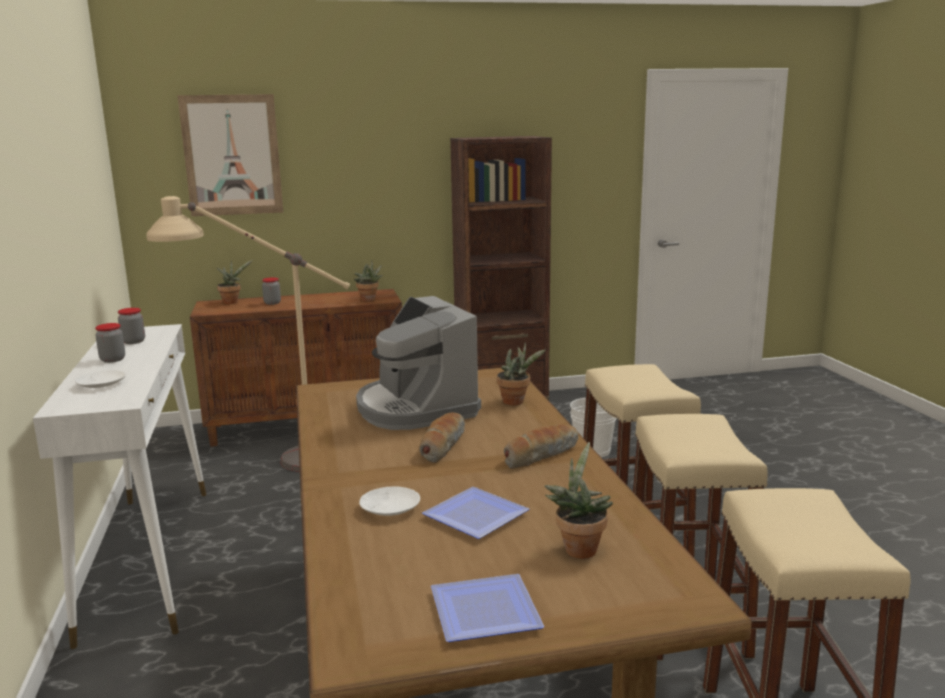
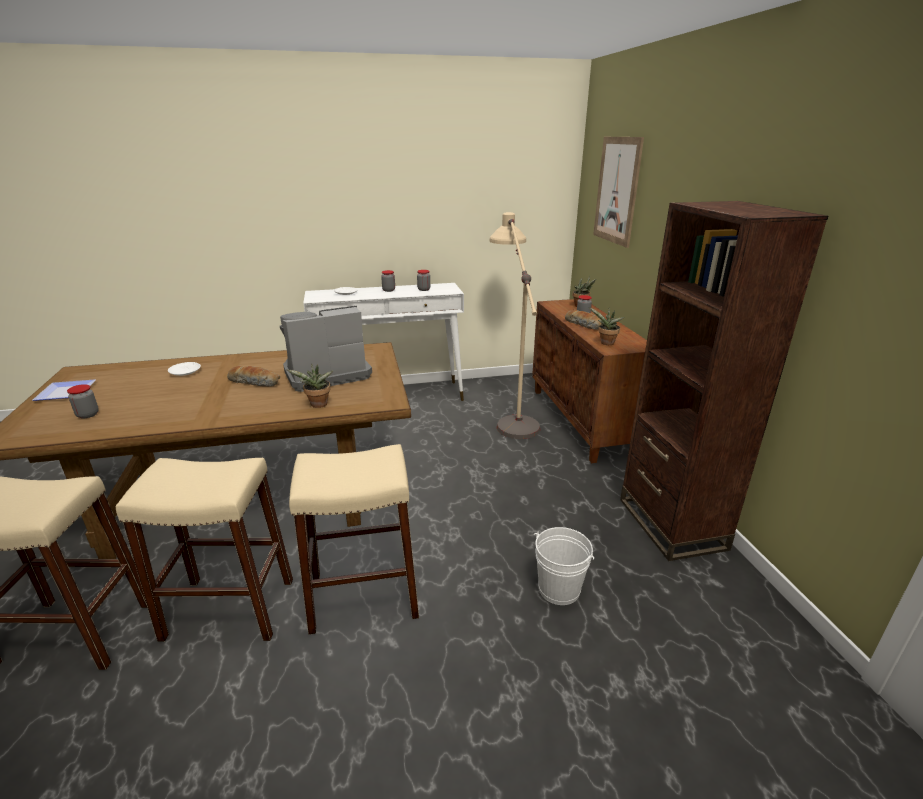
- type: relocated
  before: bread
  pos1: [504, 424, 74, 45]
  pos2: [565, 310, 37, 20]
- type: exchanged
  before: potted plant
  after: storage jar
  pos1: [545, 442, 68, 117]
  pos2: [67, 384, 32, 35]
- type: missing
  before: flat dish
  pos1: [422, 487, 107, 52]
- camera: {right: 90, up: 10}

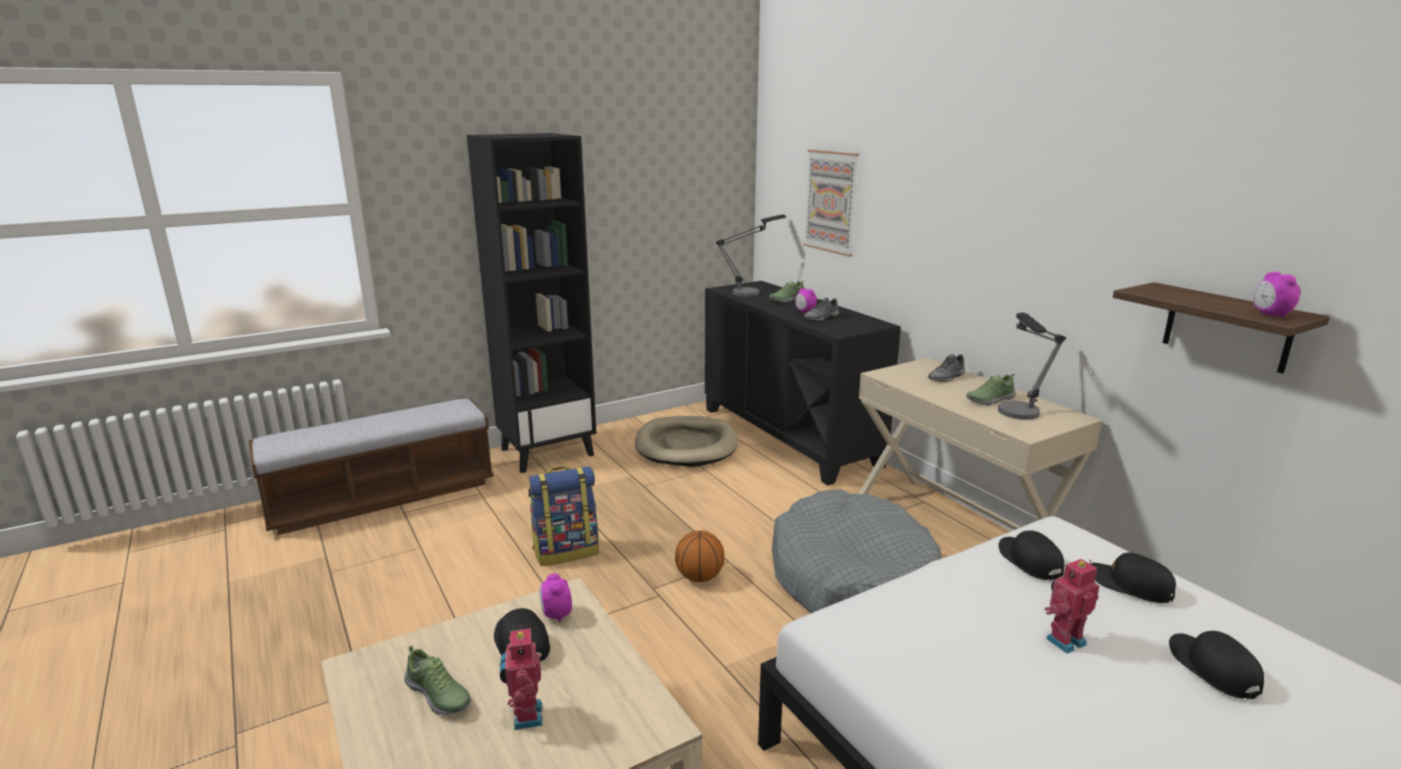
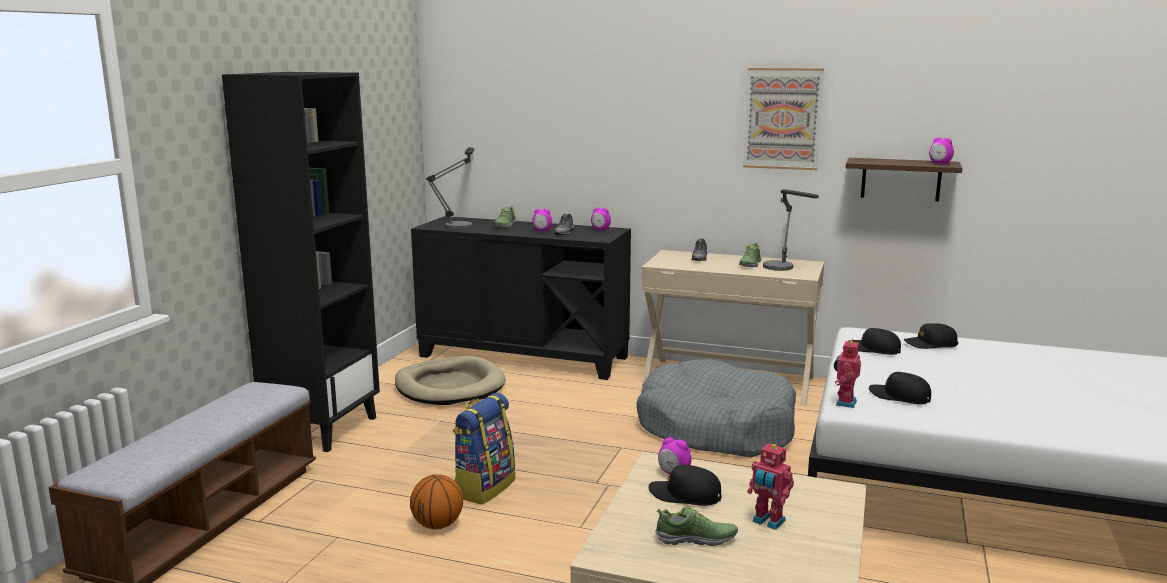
- type: relocated
  before: picture
  pos1: [803, 150, 56, 107]
  pos2: [743, 68, 81, 102]
- type: relocated
  before: ball for basketball
  pos1: [675, 531, 50, 51]
  pos2: [410, 474, 53, 55]
- type: relocated
  before: robot figure
  pos1: [1045, 559, 54, 95]
  pos2: [834, 339, 27, 69]
- type: relocated
  before: cap (blackish)
  pos1: [1169, 631, 95, 69]
  pos2: [869, 372, 62, 32]
- type: appeared
  after: bedside clock
  pos2: [591, 207, 20, 23]
- camera: {right: -40, up: -5}

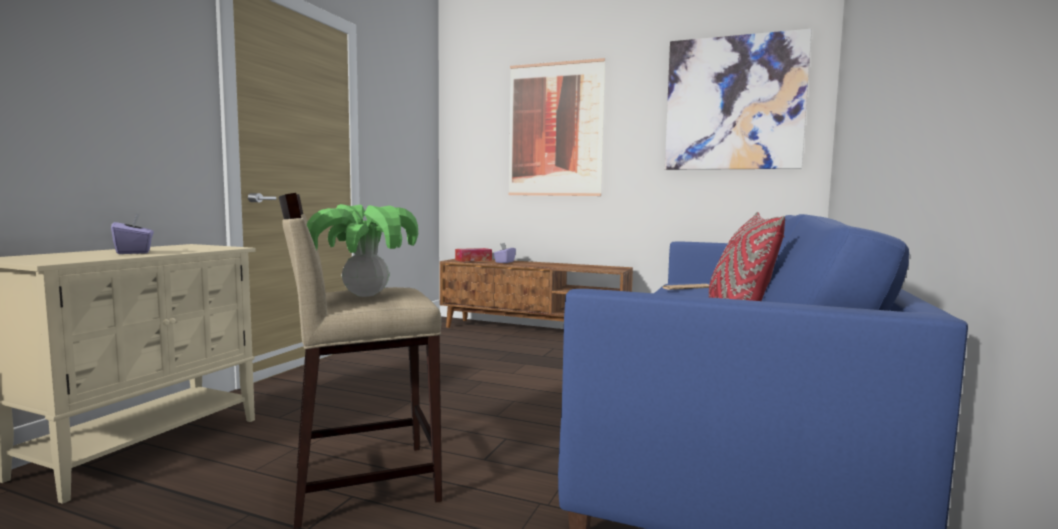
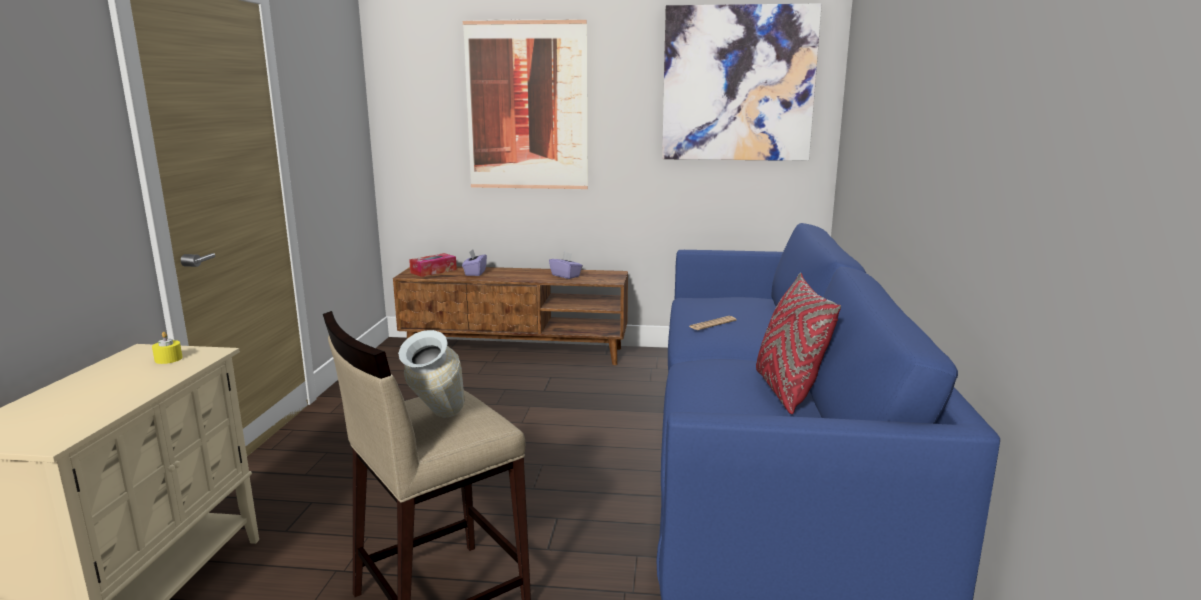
- type: exchanged
  before: potted plant
  after: vase
  pos1: [307, 204, 111, 93]
  pos2: [398, 330, 67, 87]
- type: relocated
  before: tissue holder (purple-coloured)
  pos1: [111, 214, 43, 40]
  pos2: [549, 252, 34, 27]
- type: appeared
  after: candle (yellow-coloured)
  pos2: [152, 332, 31, 32]
- camera: {right: -15, up: 10}

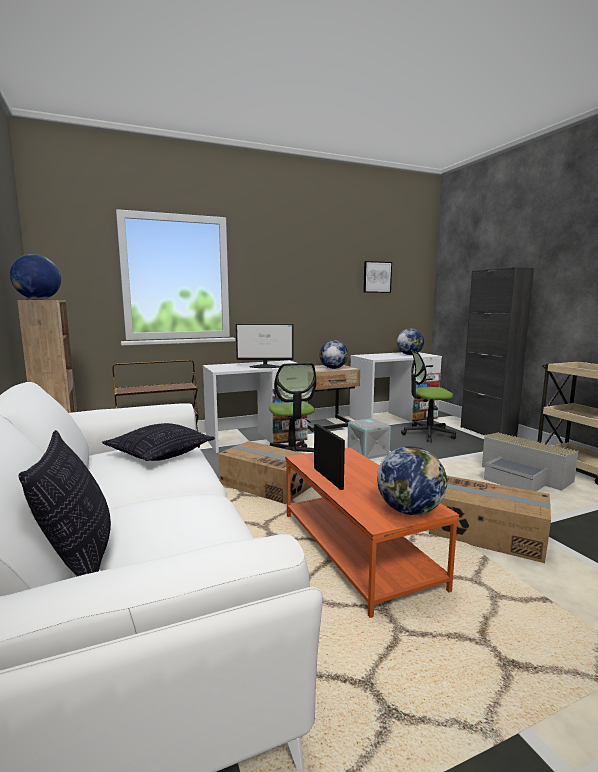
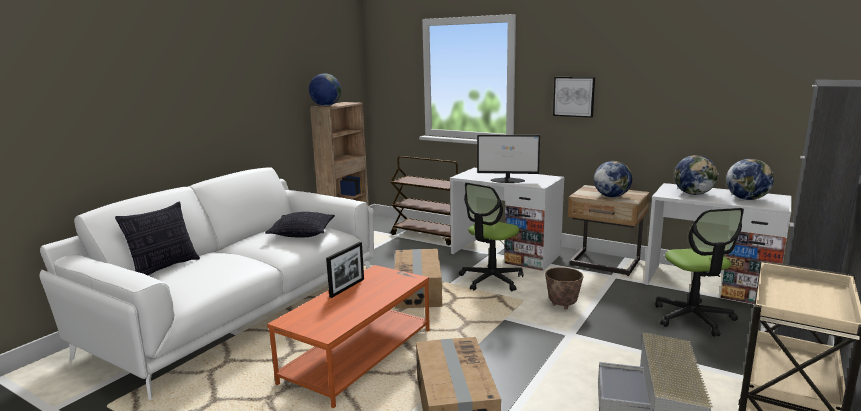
- type: relocated
  before: picture
  pos1: [363, 261, 29, 32]
  pos2: [553, 77, 42, 41]
- type: spun
  before: monitor
  pos1: [236, 324, 58, 44]
  pos2: [477, 135, 63, 48]
  turn: -45
- type: spun
  before: computer chair
  pos1: [401, 350, 55, 92]
  pos2: [655, 208, 89, 129]
  turn: -150
- type: exchanged
  before: storage box (grey)
  after: plant pot
  pos1: [347, 418, 44, 41]
  pos2: [545, 267, 38, 43]
- type: relocated
  before: desk globe
  pos1: [377, 446, 70, 69]
  pos2: [674, 155, 44, 40]
- camera: {right: 55, up: 5}

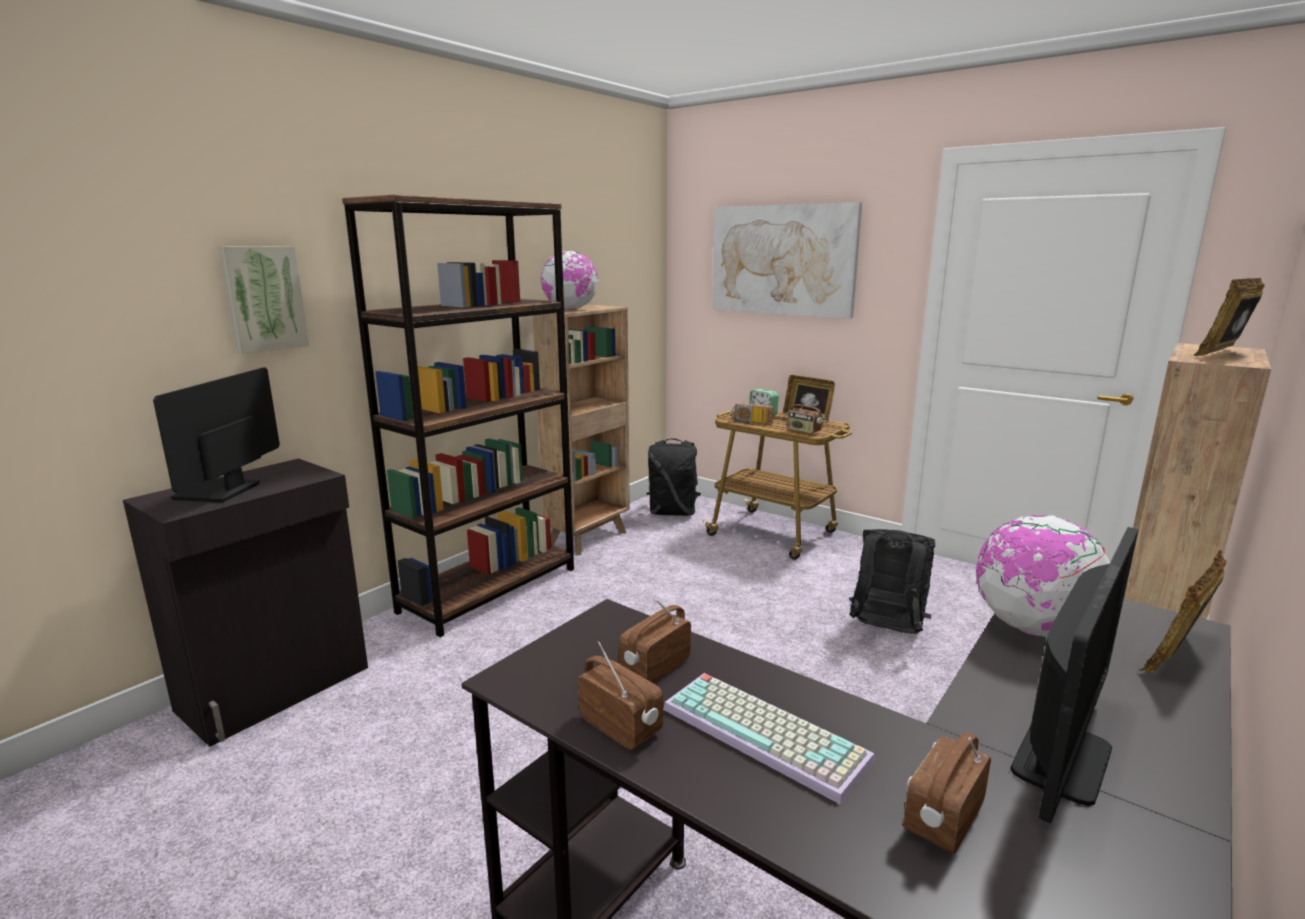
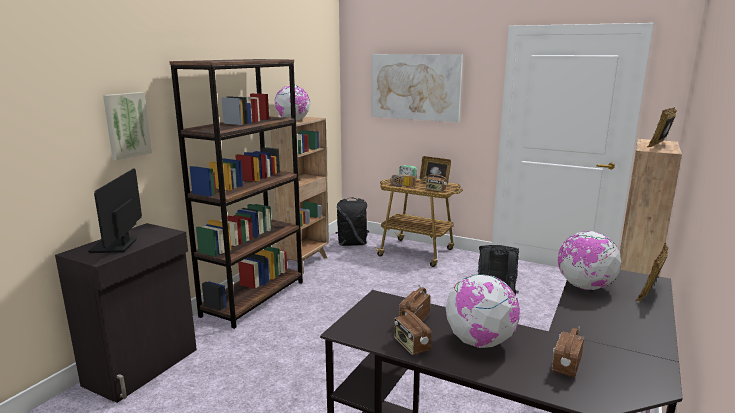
- type: missing
  before: monitor
  pos1: [1010, 527, 129, 297]
- type: spun
  before: radio
  pos1: [578, 641, 85, 109]
  pos2: [394, 305, 37, 50]
  turn: -150
- type: exchanged
  before: computer keyboard
  after: desk globe
  pos1: [663, 673, 212, 132]
  pos2: [445, 274, 75, 74]
- camera: {right: -10, up: 0}

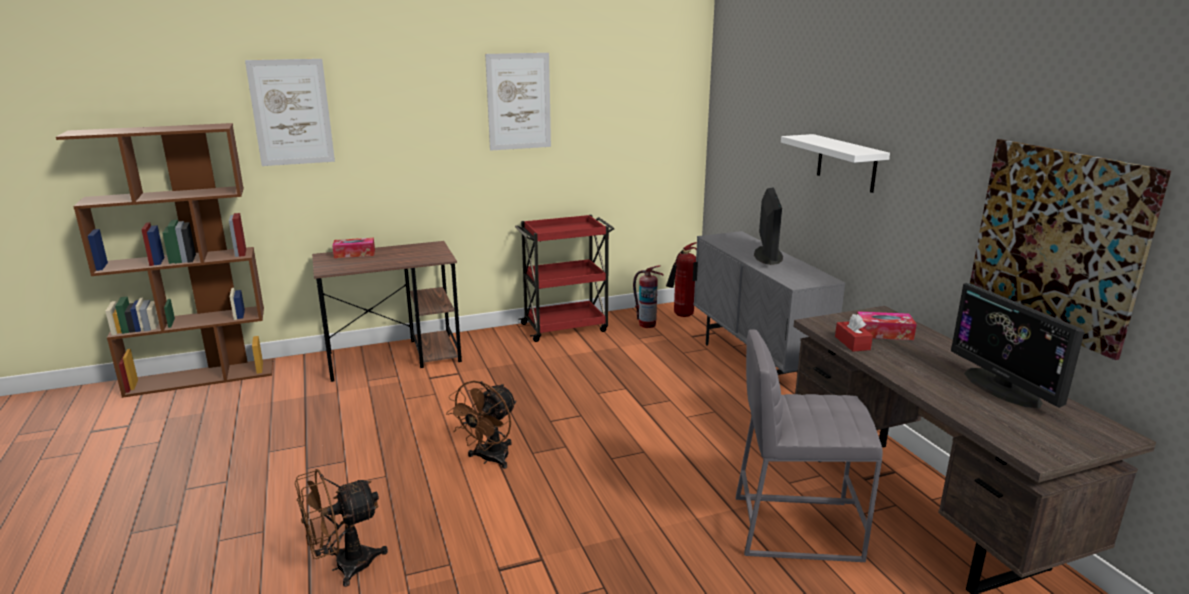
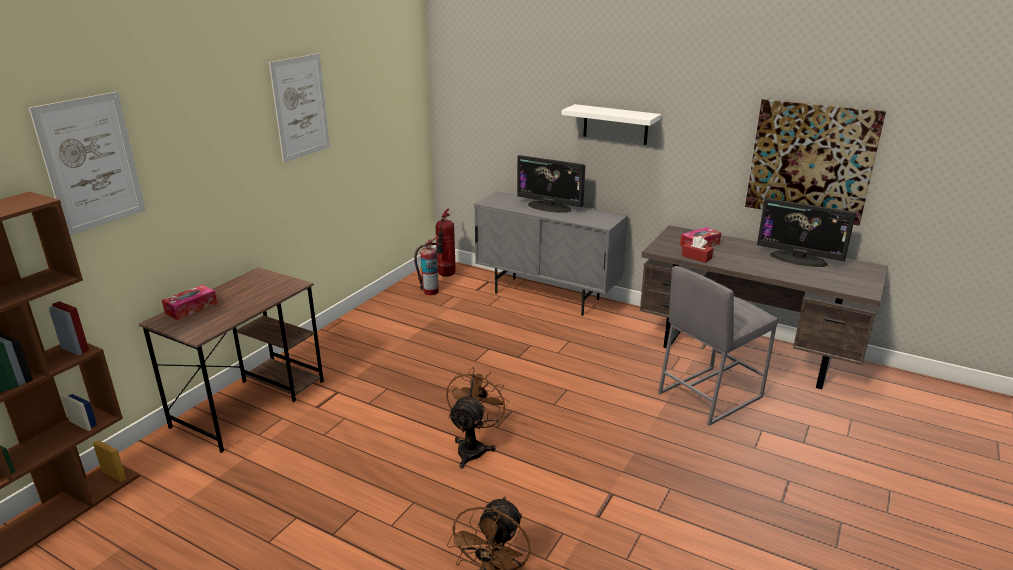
- type: spun
  before: monitor
  pos1: [754, 187, 29, 78]
  pos2: [517, 155, 68, 58]
  turn: 150
- type: missing
  before: wheeled cart (reddish)
  pos1: [515, 215, 99, 127]
- type: spun
  before: cooling fan (brownish)
  pos1: [446, 380, 71, 89]
  pos2: [446, 367, 63, 102]
  turn: -150
- camera: {right: -40, up: 5}

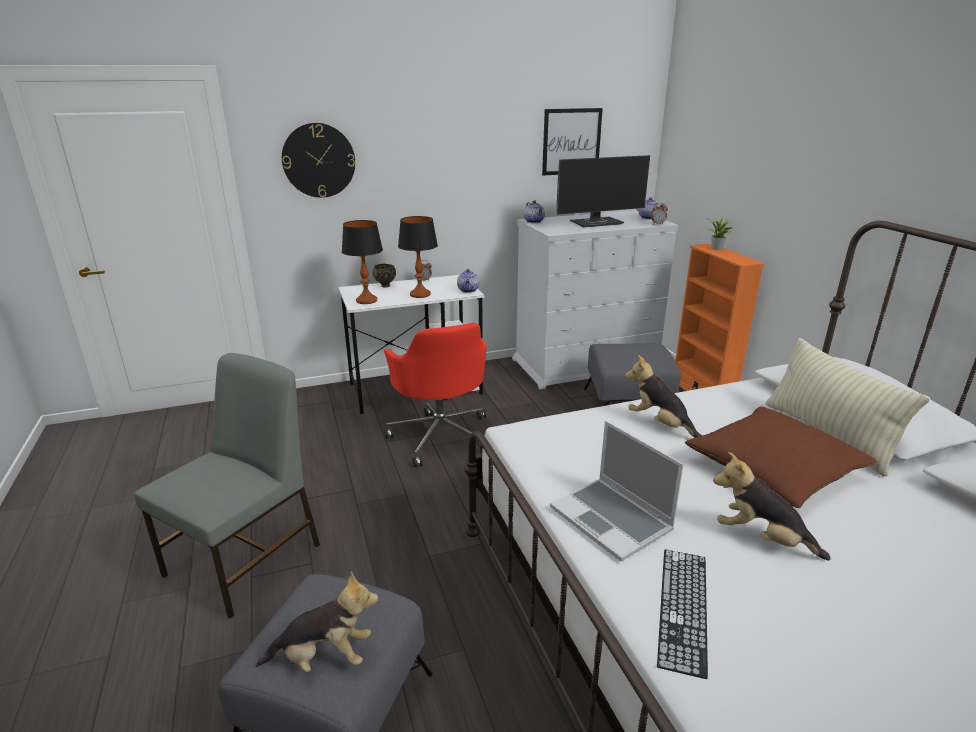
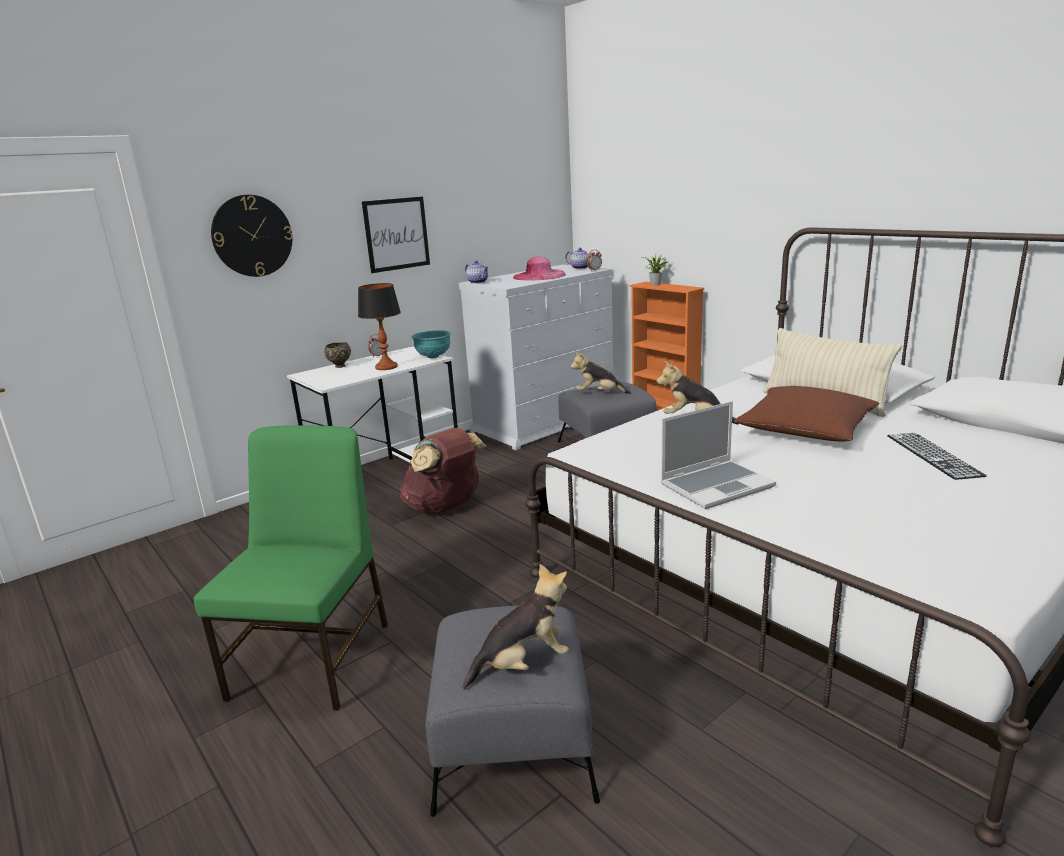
- type: relocated
  before: picture
  pos1: [542, 108, 61, 68]
  pos2: [362, 197, 68, 76]
- type: exchanged
  before: monitor
  after: wearable hat (pink-coloured)
  pos1: [557, 155, 93, 72]
  pos2: [513, 256, 53, 24]
- type: missing
  before: tabletop lamp
  pos1: [342, 220, 41, 84]
- type: exchanged
  before: pot for tea
  after: serving bowl (turquoise)
  pos1: [457, 269, 22, 24]
  pos2: [412, 330, 39, 28]
- type: exchanged
  before: computer chair (reddish)
  after: knapsack (brownish)
  pos1: [384, 323, 103, 144]
  pos2: [400, 428, 87, 86]
- type: colour
  before: chair (grey)
  after: chair (green-coloured)
  pos1: [134, 353, 186, 266]
  pos2: [194, 425, 194, 286]
- type: spun
  before: laptop
  pos1: [550, 421, 134, 140]
  pos2: [661, 401, 115, 108]
  turn: -60
- type: relocated
  before: soft toy
  pos1: [713, 452, 118, 108]
  pos2: [570, 352, 61, 42]
- type: relocated
  before: computer keyboard
  pos1: [657, 550, 51, 129]
  pos2: [887, 433, 100, 47]
- camera: {right: -20, up: -5}

